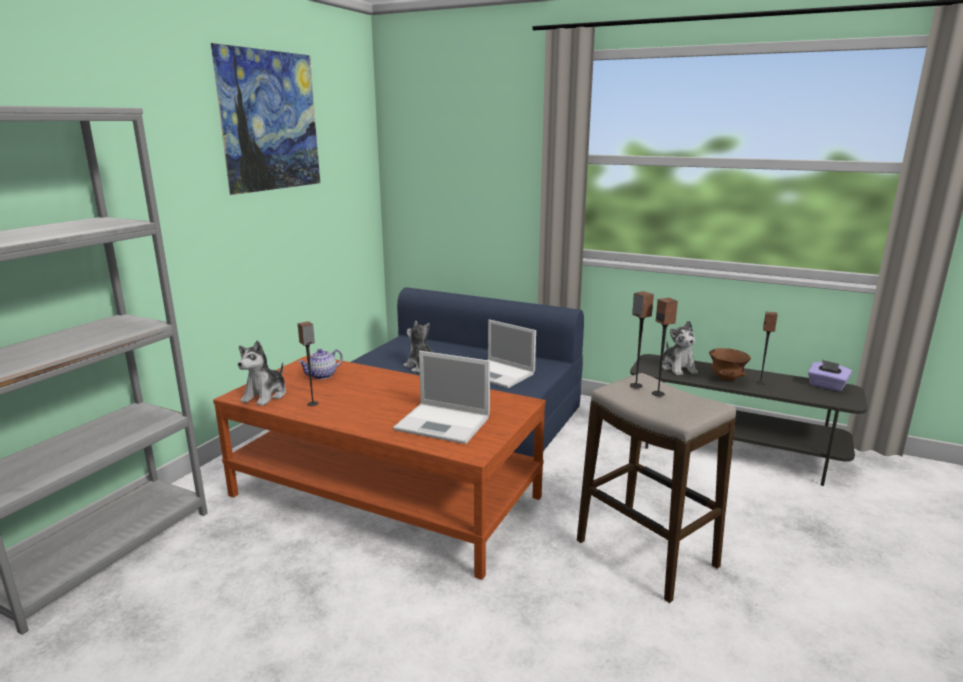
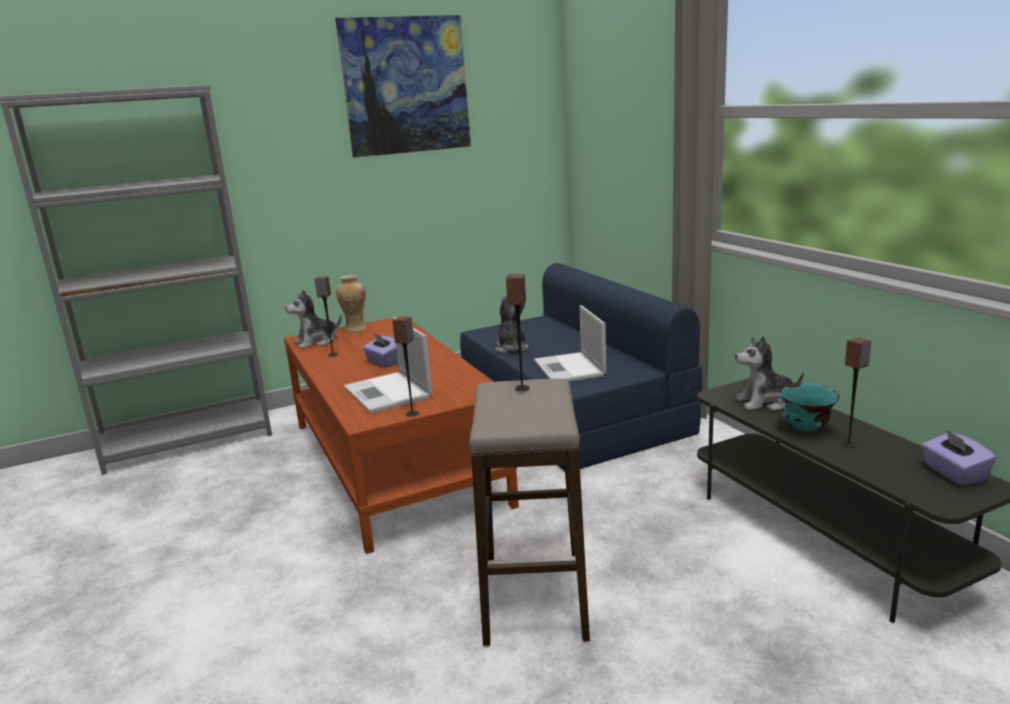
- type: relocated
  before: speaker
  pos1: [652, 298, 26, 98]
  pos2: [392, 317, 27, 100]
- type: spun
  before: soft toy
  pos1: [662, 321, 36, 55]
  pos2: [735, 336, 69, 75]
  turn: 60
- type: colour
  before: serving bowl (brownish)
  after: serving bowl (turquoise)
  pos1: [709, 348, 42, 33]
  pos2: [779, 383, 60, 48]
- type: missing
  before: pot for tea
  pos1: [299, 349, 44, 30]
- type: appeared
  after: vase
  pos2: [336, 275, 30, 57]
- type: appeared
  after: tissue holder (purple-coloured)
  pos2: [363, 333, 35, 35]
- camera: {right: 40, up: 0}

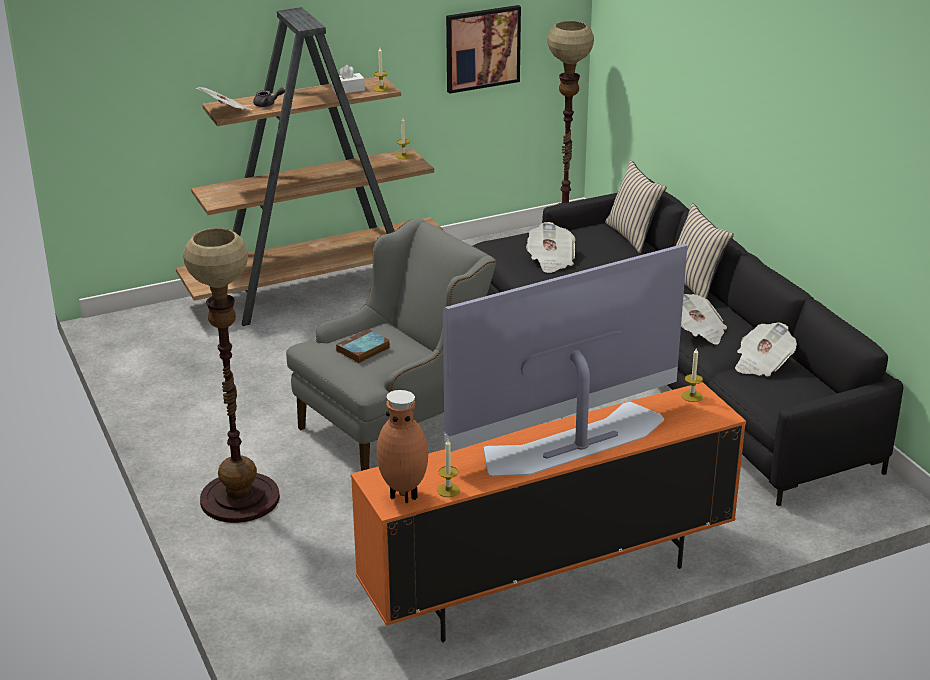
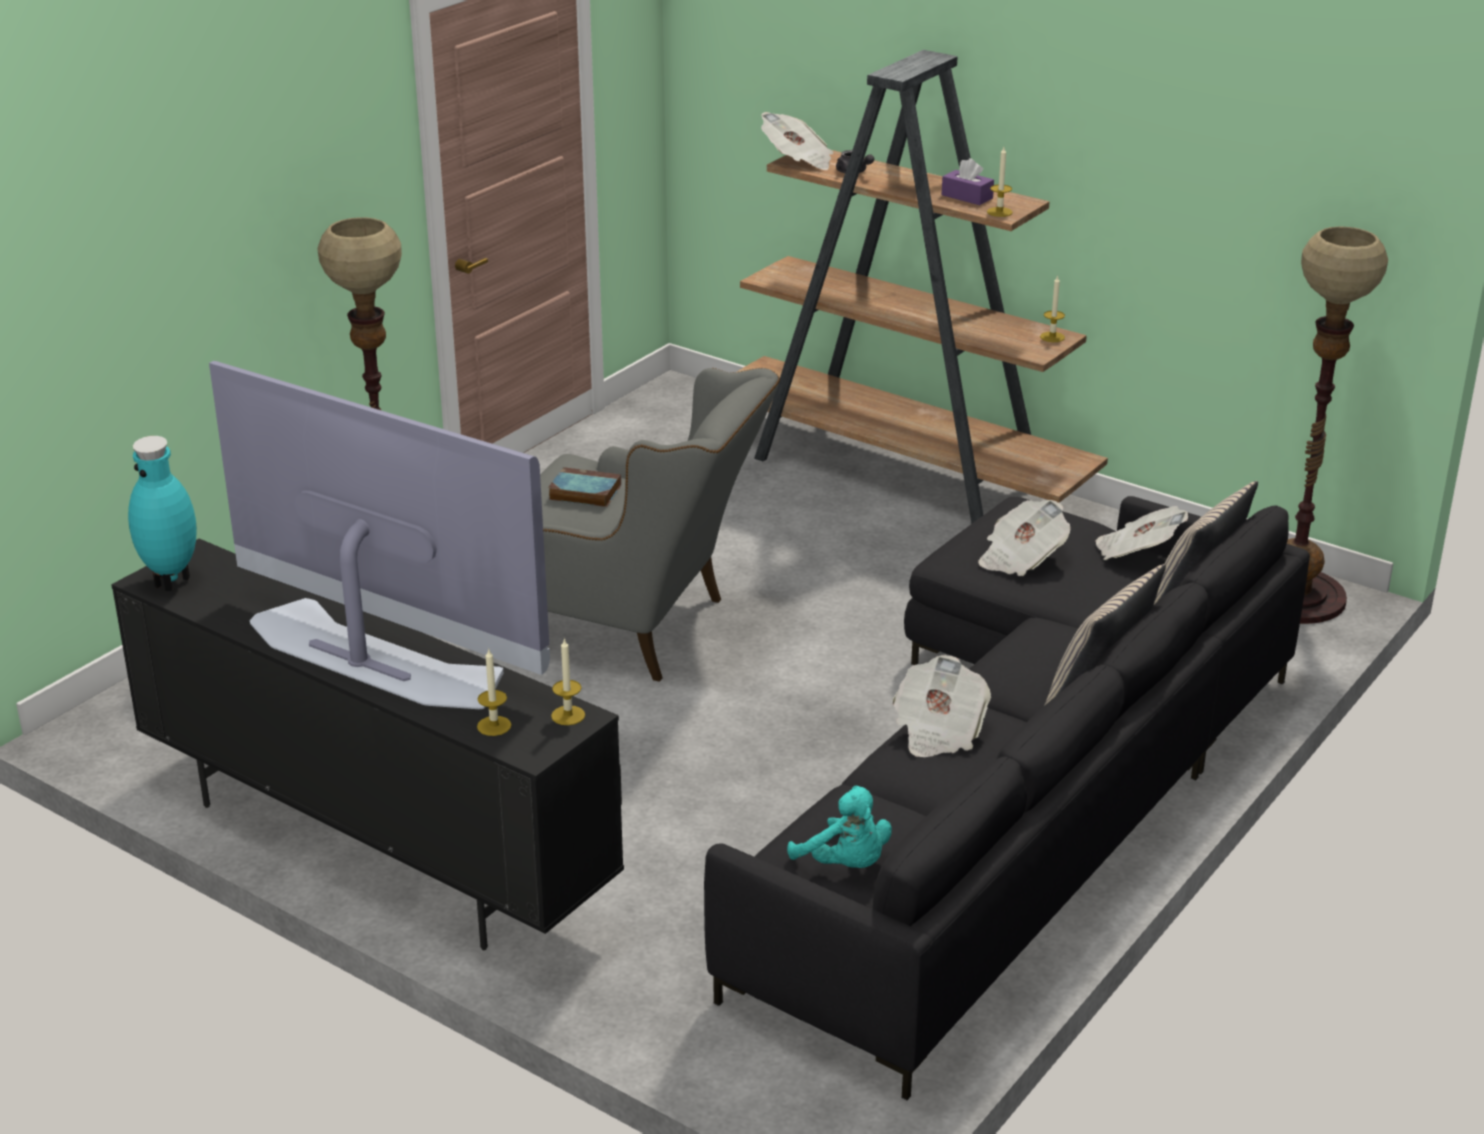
- type: missing
  before: picture
  pos1: [446, 5, 75, 89]
- type: colour
  before: tissue holder (white)
  after: tissue holder (purple-coloured)
  pos1: [331, 65, 34, 29]
  pos2: [942, 158, 52, 47]
- type: relocated
  before: newspaper
  pos1: [735, 323, 62, 54]
  pos2: [1095, 506, 93, 54]
- type: colour
  before: tv stand (orange)
  after: tv stand (blackish)
  pos1: [351, 382, 395, 260]
  pos2: [111, 539, 513, 411]
- type: colour
  before: vase (brownish)
  after: vase (turquoise)
  pos1: [377, 390, 51, 113]
  pos2: [128, 436, 69, 155]
- type: relocated
  before: candle
  pos1: [437, 439, 23, 58]
  pos2: [477, 649, 35, 87]
- type: appeared
  after: soft toy (turquoise)
  pos2: [787, 786, 105, 82]
- camera: {right: 60, up: 0}

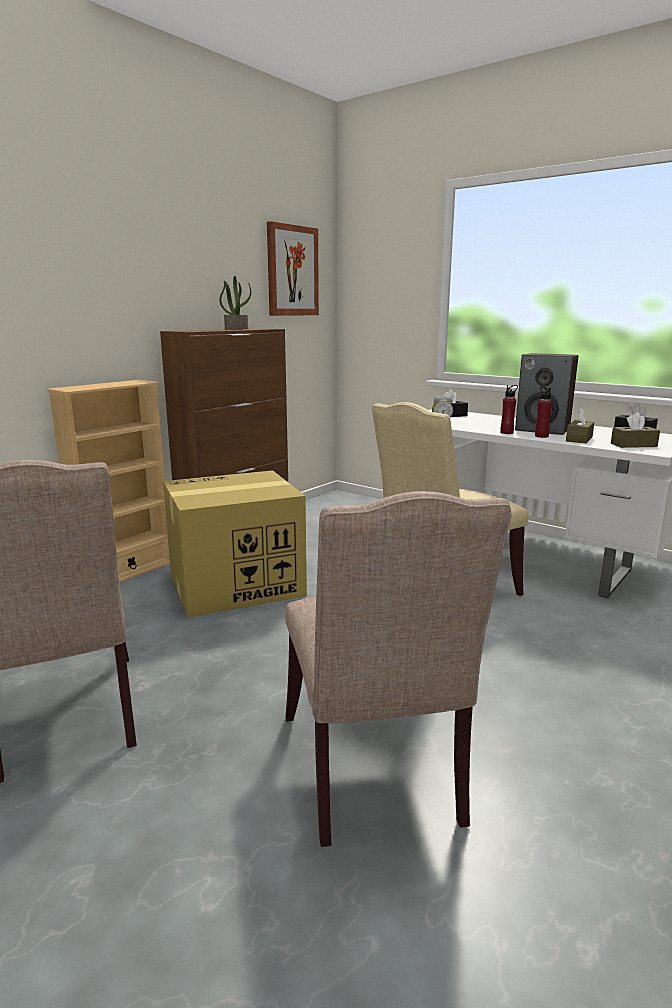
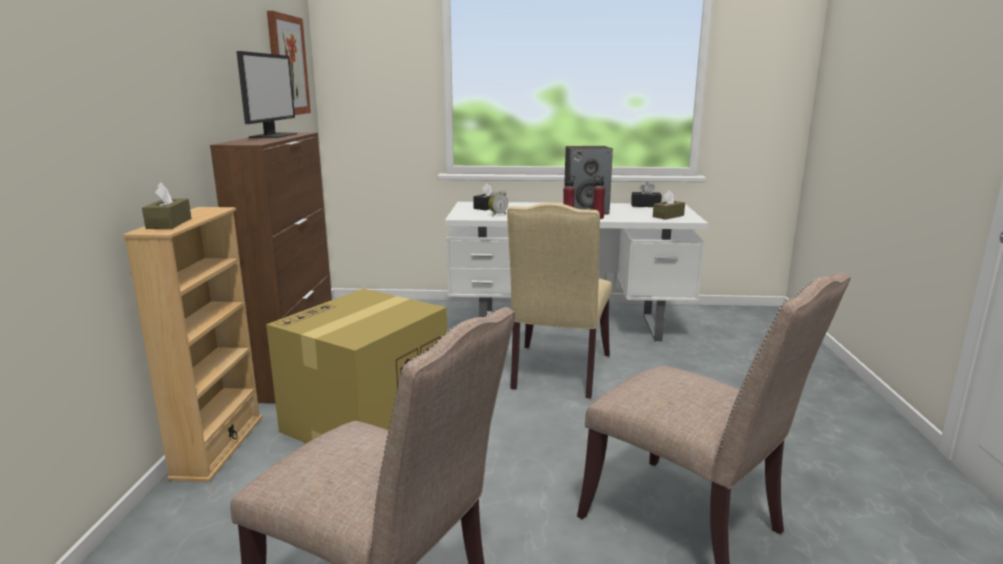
- type: exchanged
  before: potted plant
  after: monitor
  pos1: [220, 276, 31, 54]
  pos2: [236, 51, 61, 87]
- type: relocated
  before: tissue holder (brownish)
  pos1: [566, 408, 28, 36]
  pos2: [142, 183, 49, 46]
- camera: {right: -35, up: 0}

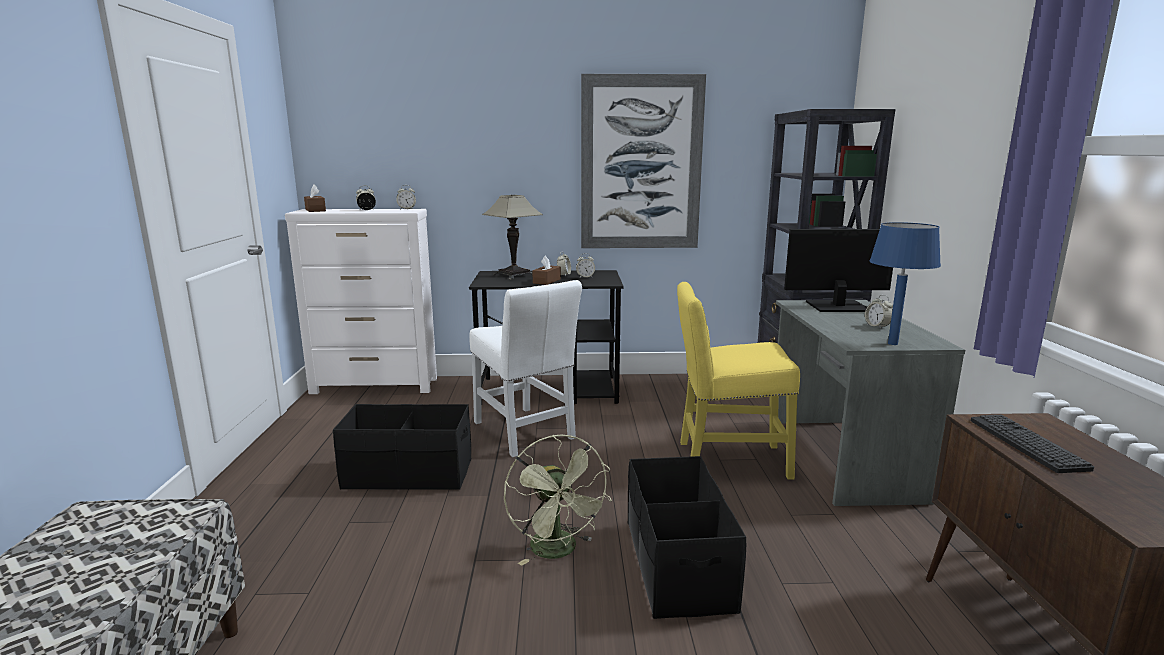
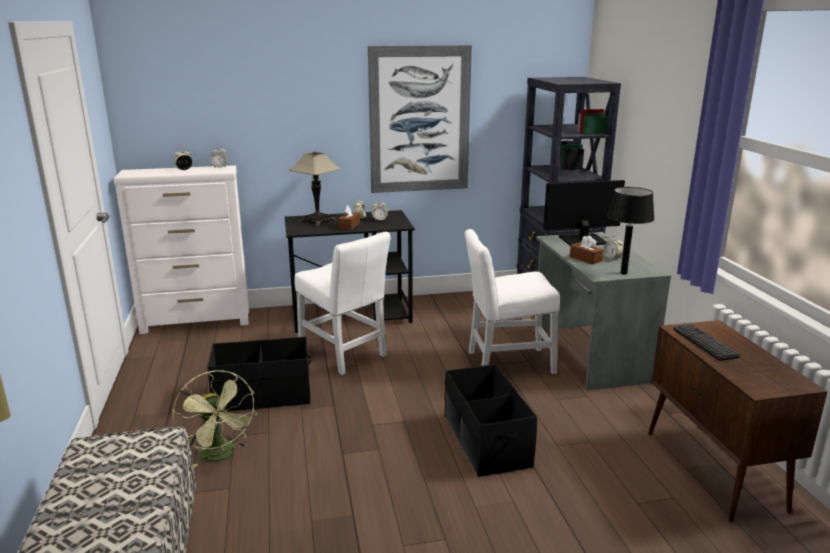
- type: relocated
  before: tissue holder (brownish)
  pos1: [304, 185, 22, 27]
  pos2: [570, 235, 34, 30]
- type: colour
  before: tabletop lamp (blue-coloured)
  after: tabletop lamp (blackish)
  pos1: [870, 222, 71, 123]
  pos2: [607, 187, 48, 88]
- type: colour
  before: chair (yellow-coloured)
  after: chair (white)
  pos1: [677, 282, 123, 197]
  pos2: [465, 229, 95, 145]
- type: relocated
  before: cooling fan (green-coloured)
  pos1: [504, 434, 108, 132]
  pos2: [172, 370, 85, 97]
- camera: {right: -10, up: 5}

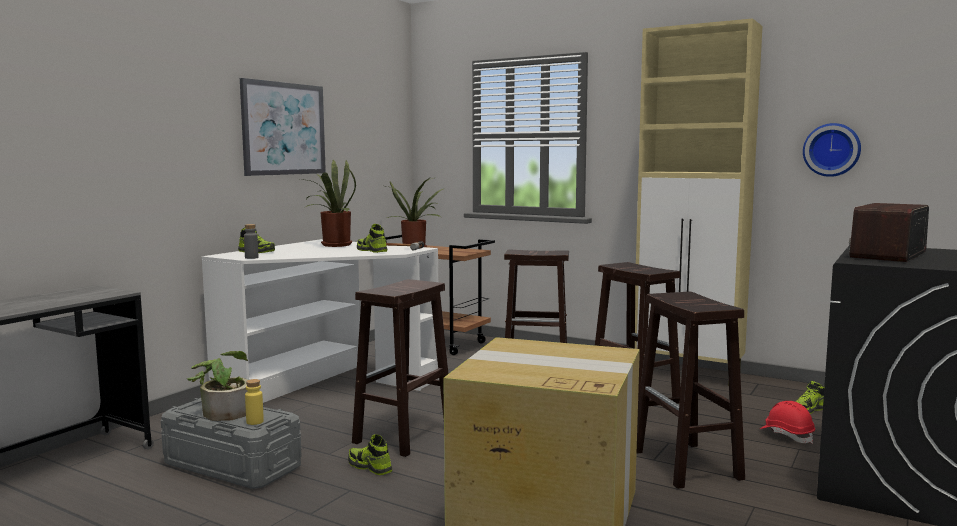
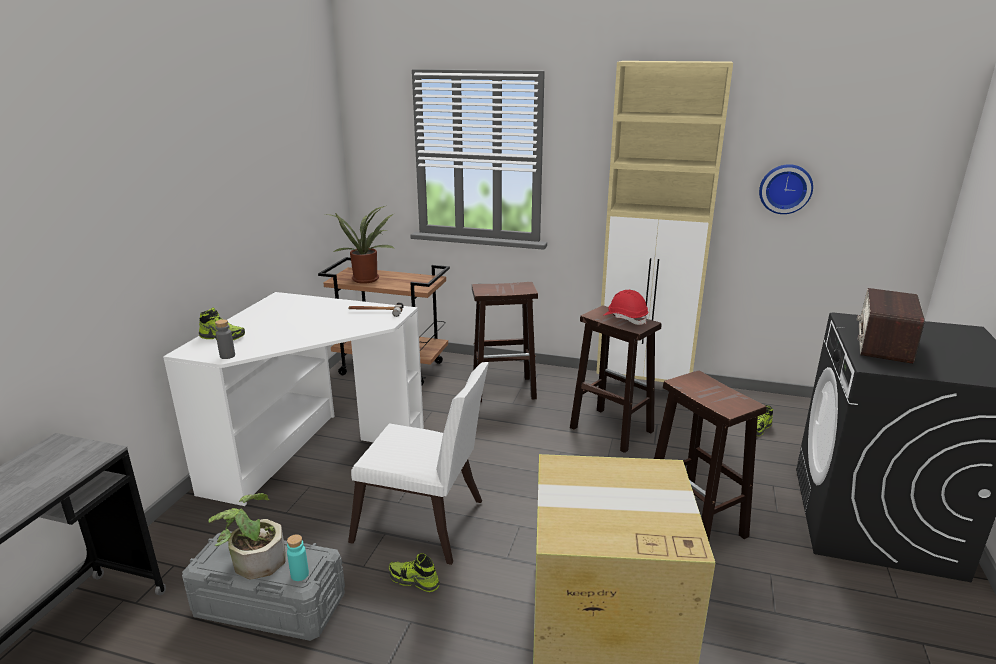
- type: missing
  before: picture
  pos1: [240, 78, 86, 98]
- type: missing
  before: potted plant
  pos1: [300, 160, 56, 87]
- type: missing
  before: low shoe
  pos1: [357, 224, 31, 29]
- type: exchanged
  before: sitting stool (brownish)
  after: chair (white)
  pos1: [352, 279, 96, 178]
  pos2: [348, 362, 141, 203]
- type: colour
  before: beverage bottle (yellow-coloured)
  after: beverage bottle (turquoise)
  pos1: [245, 379, 19, 46]
  pos2: [287, 534, 22, 47]
- type: relocated
  before: hard hat (reddish)
  pos1: [760, 401, 55, 43]
  pos2: [604, 290, 44, 35]
- camera: {right: -15, up: 15}

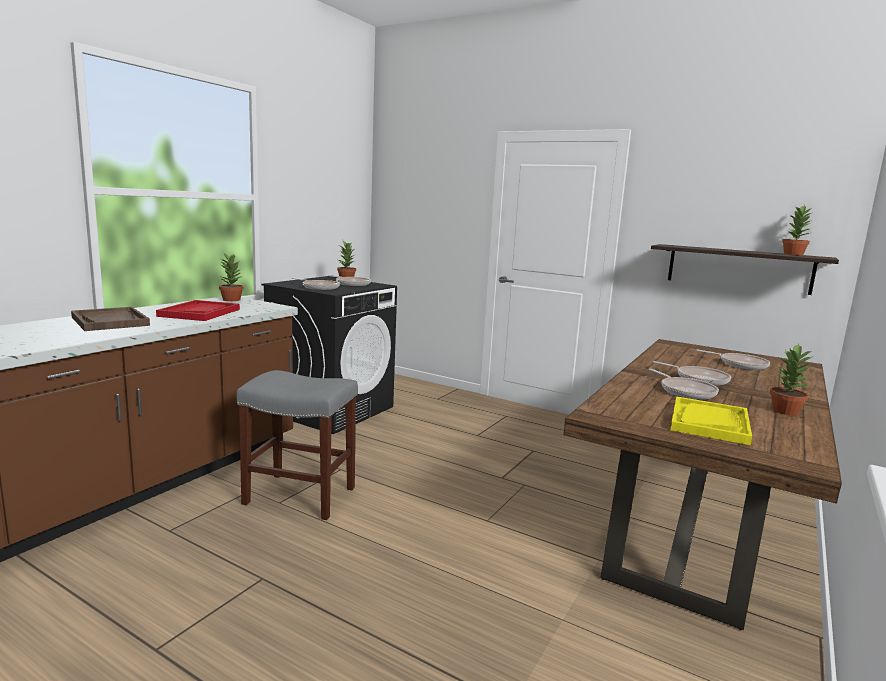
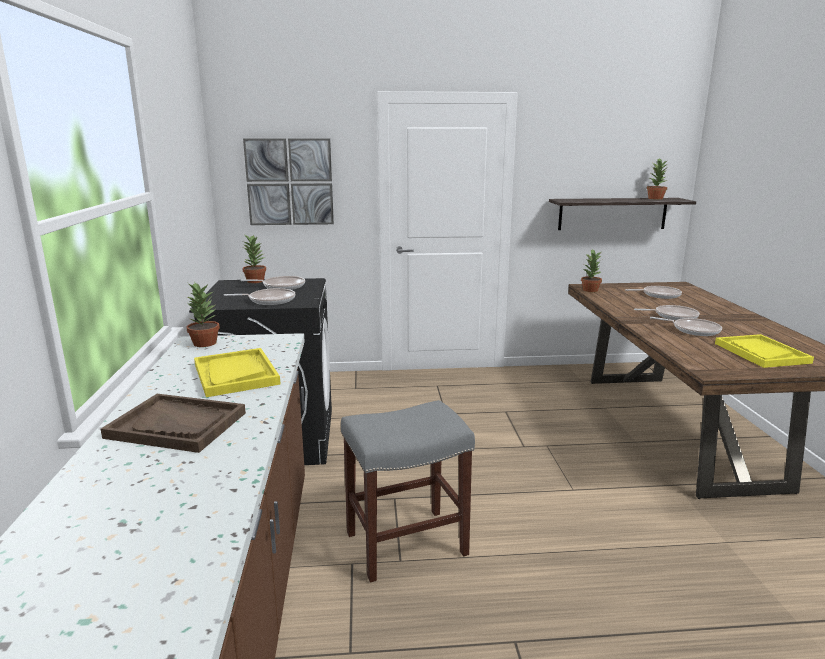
- type: colour
  before: carrying tray (reddish)
  after: carrying tray (yellow-coloured)
  pos1: [156, 300, 84, 21]
  pos2: [194, 348, 87, 49]
- type: relocated
  before: potted plant
  pos1: [770, 344, 42, 71]
  pos2: [581, 249, 21, 43]
- type: appeared
  after: picture
  pos2: [243, 138, 91, 87]
- camera: {right: -35, up: 5}

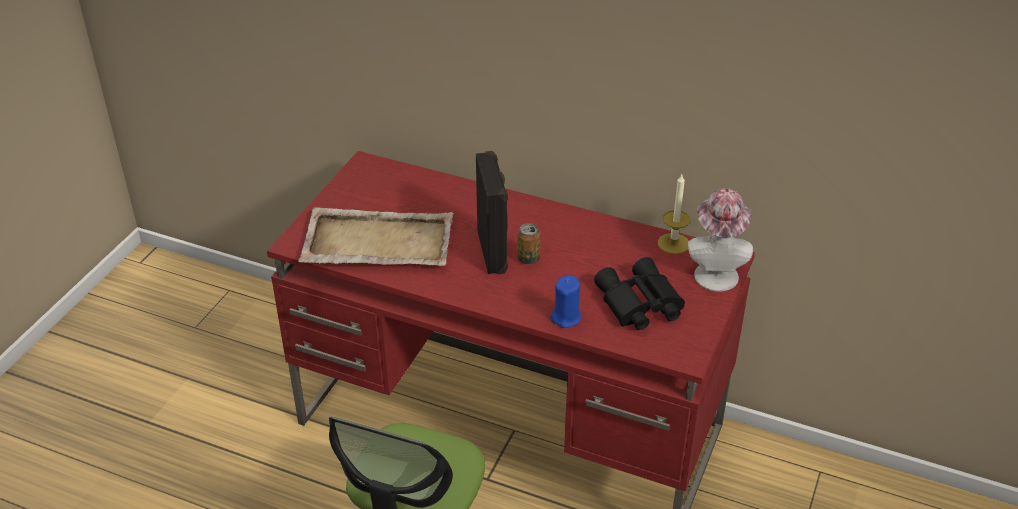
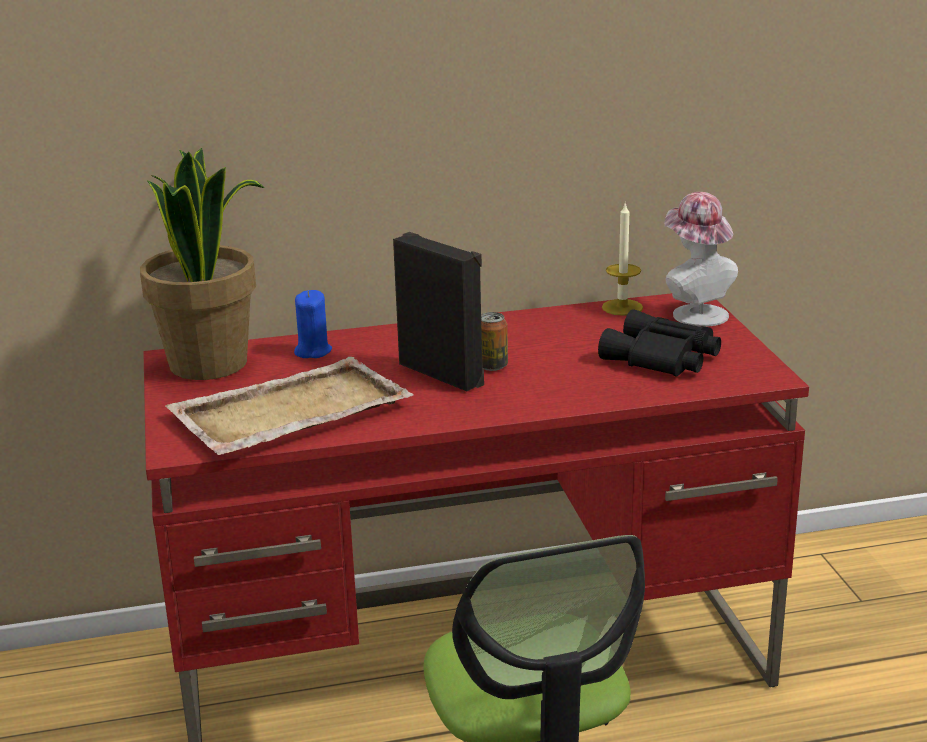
- type: relocated
  before: candle (blue-coloured)
  pos1: [550, 275, 31, 53]
  pos2: [294, 290, 38, 68]
- type: appeared
  after: potted plant
  pos2: [140, 148, 124, 232]
- camera: {right: -35, up: -15}

